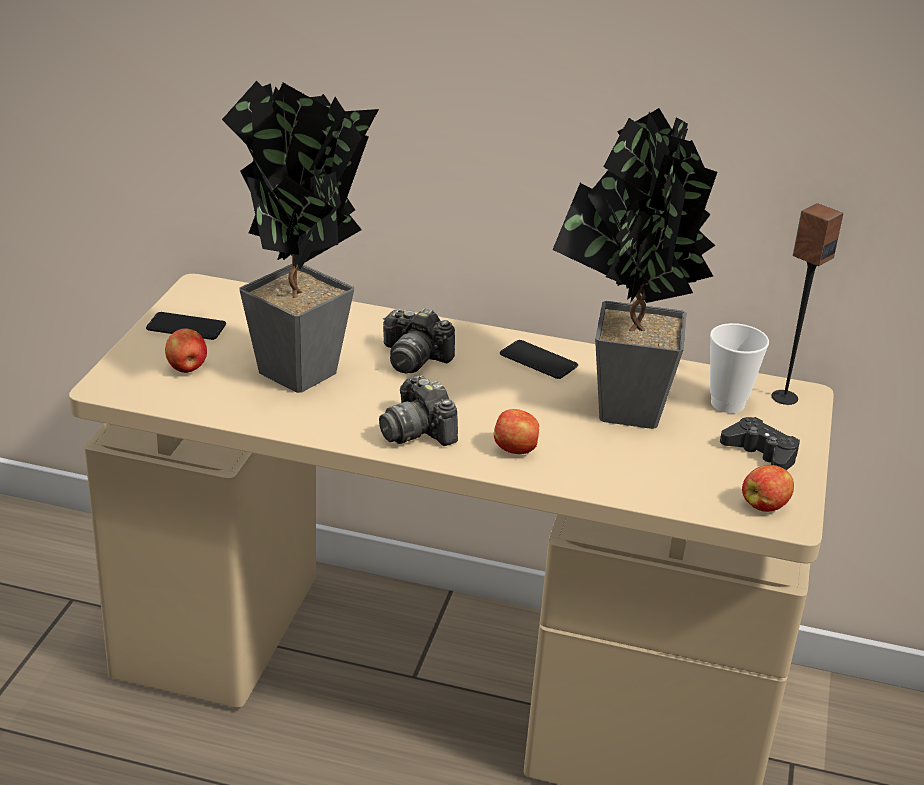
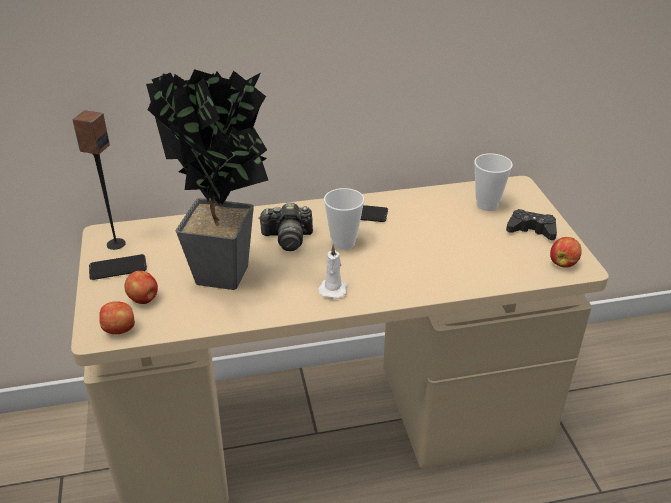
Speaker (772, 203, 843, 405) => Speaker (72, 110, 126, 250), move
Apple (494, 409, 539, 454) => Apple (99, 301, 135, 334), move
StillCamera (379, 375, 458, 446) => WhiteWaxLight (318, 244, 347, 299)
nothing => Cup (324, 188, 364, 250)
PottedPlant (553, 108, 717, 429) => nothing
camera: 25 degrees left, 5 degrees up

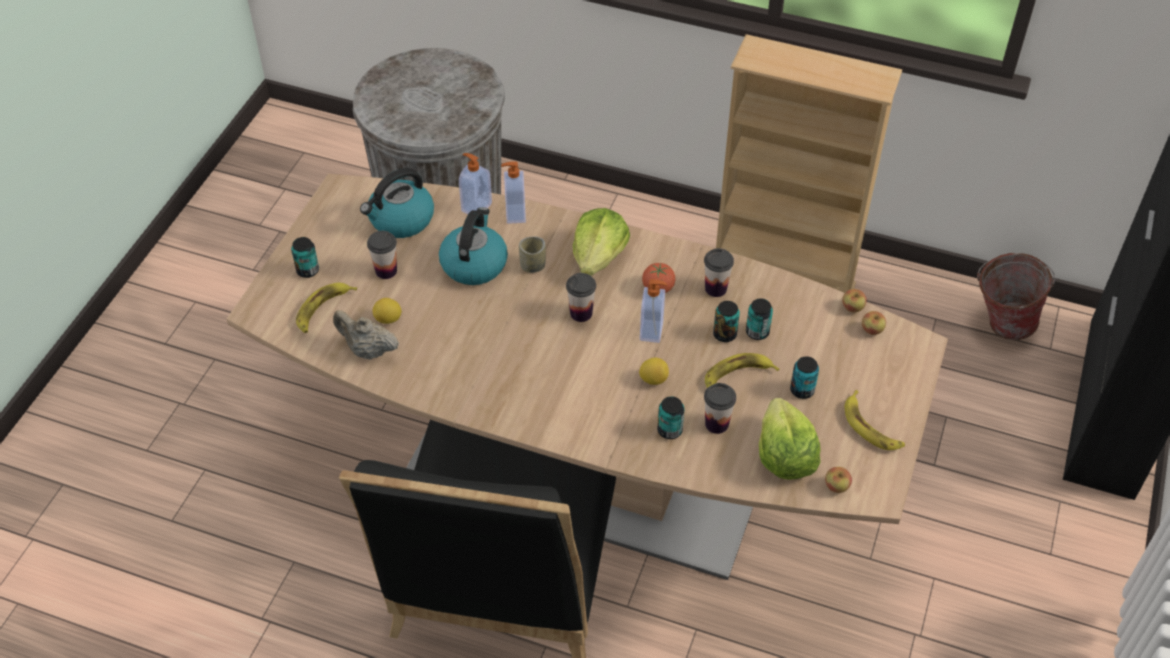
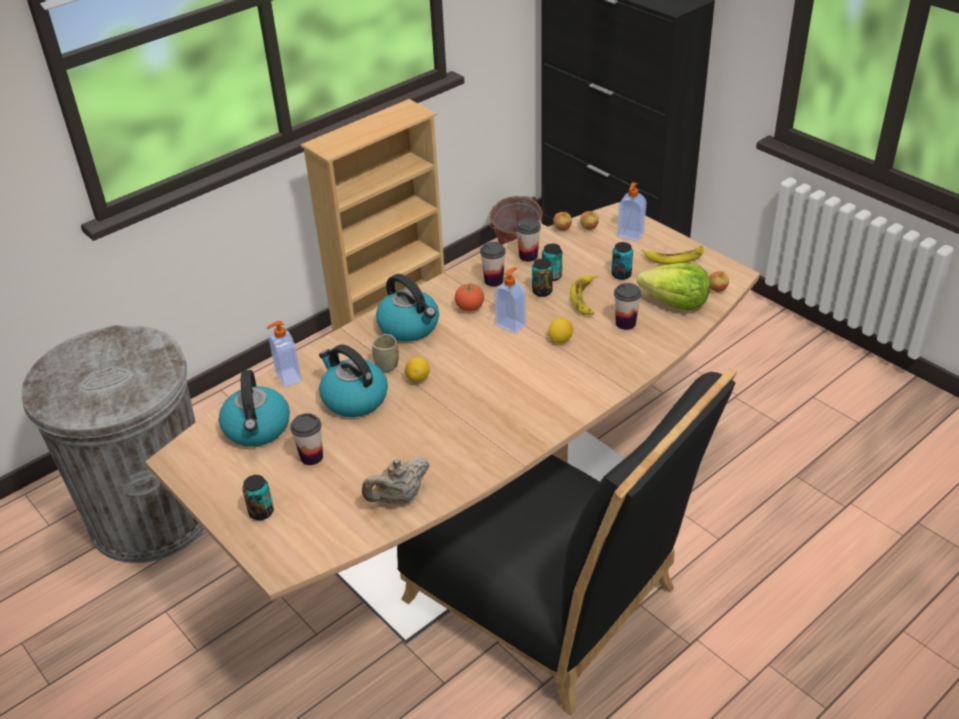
Lettuce (573, 208, 630, 276) => Kettle (376, 274, 439, 342)
CitrusFruit (372, 298, 402, 324) => CitrusFruit (405, 357, 430, 382), move
Cup (566, 273, 596, 322) => Cup (516, 218, 541, 262), move
SoapBottle (501, 161, 526, 224) => SoapBottle (617, 182, 647, 241), move
Banana (296, 283, 357, 333) => nothing
MetalCan (657, 396, 684, 439) => nothing
camera: 60 degrees left, 10 degrees down

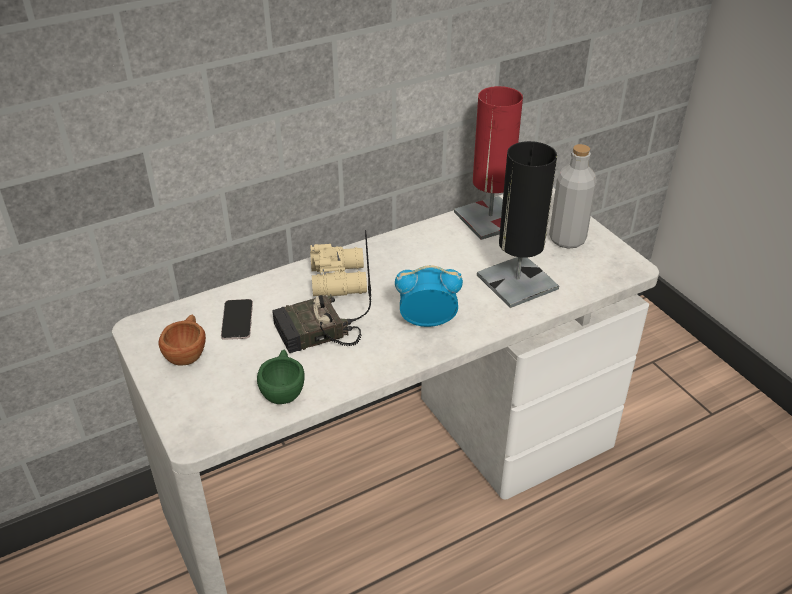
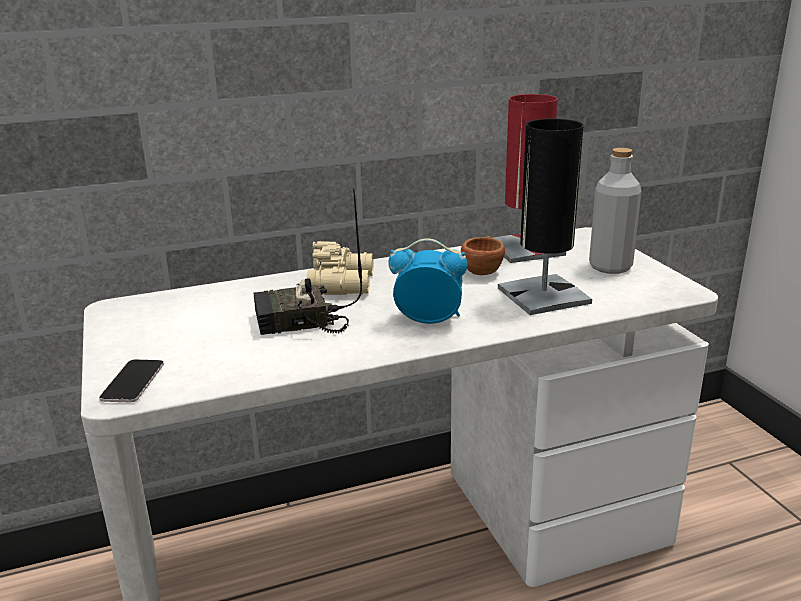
Telephone (221, 299, 253, 340) => Telephone (99, 359, 164, 402), move
BrownColouredCup (159, 315, 206, 365) => BrownColouredCup (461, 236, 505, 275), move
GreenColouredCup (257, 350, 305, 404) => nothing
camera: 10 degrees right, 15 degrees down

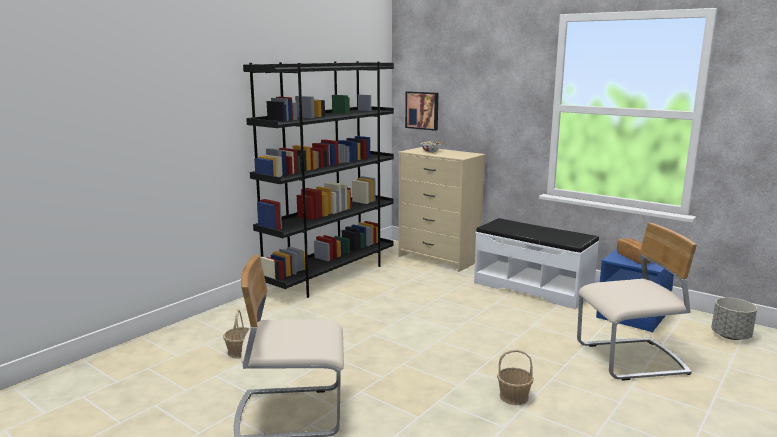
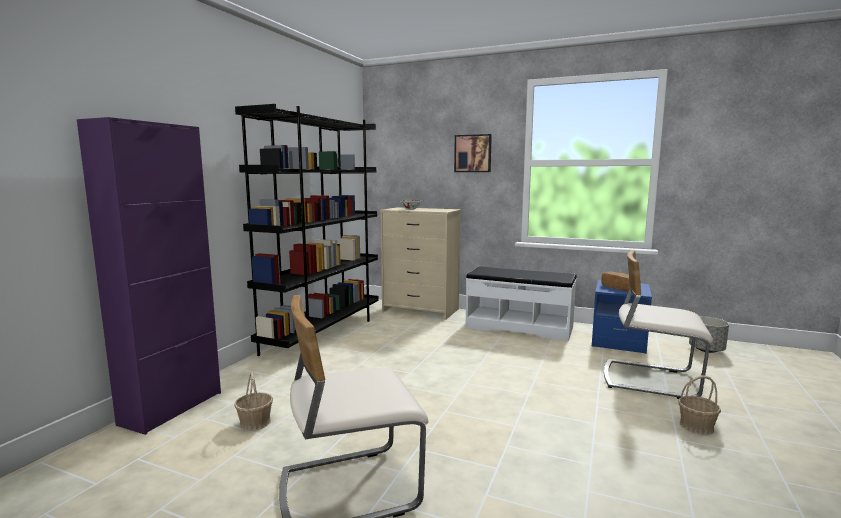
nothing => PurpleColouredCabinet (77, 117, 221, 435)
WallPicture (405, 91, 438, 131) => WallPicture (454, 134, 492, 172), move
BeigeUprightChair (577, 223, 697, 381) => BeigeUprightChair (604, 250, 713, 399), 135 degrees counterclockwise
Basket (497, 349, 534, 405) => Basket (678, 375, 721, 435), move
camera: 15 degrees left, 5 degrees down

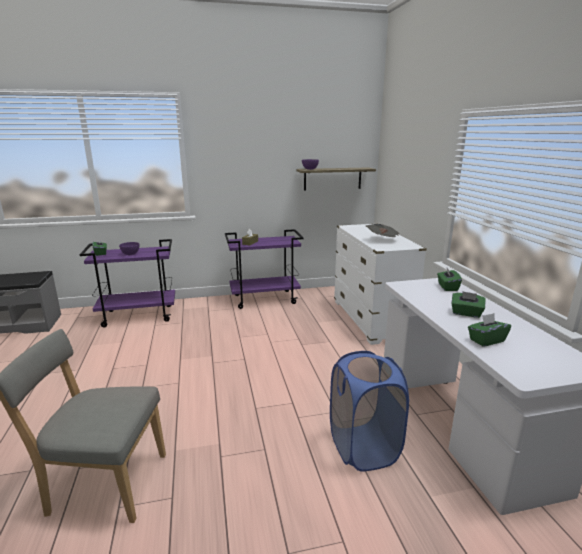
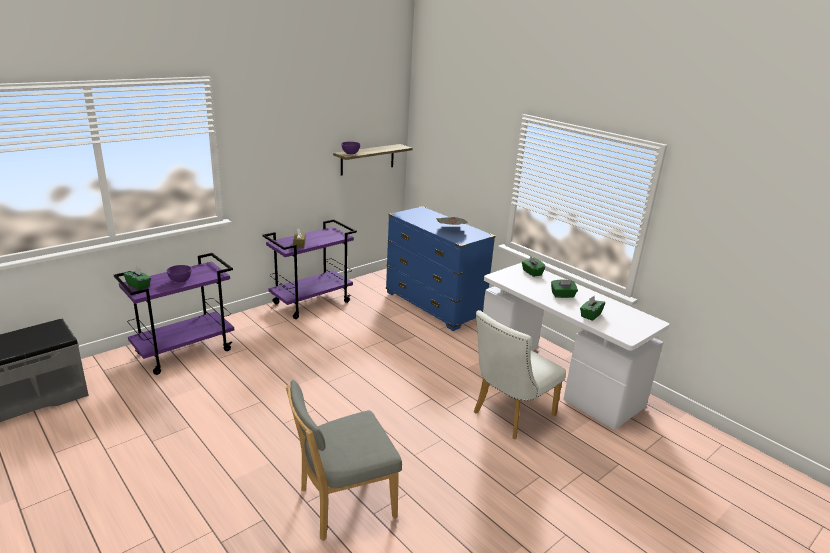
WhiteChestOfDrawers (334, 223, 427, 345) => BlueChestOfDrawers (386, 206, 495, 331)
BlueWashingBasket (330, 351, 409, 472) => WhiteUprightChair (474, 310, 566, 439)
camera: 30 degrees left, 5 degrees up

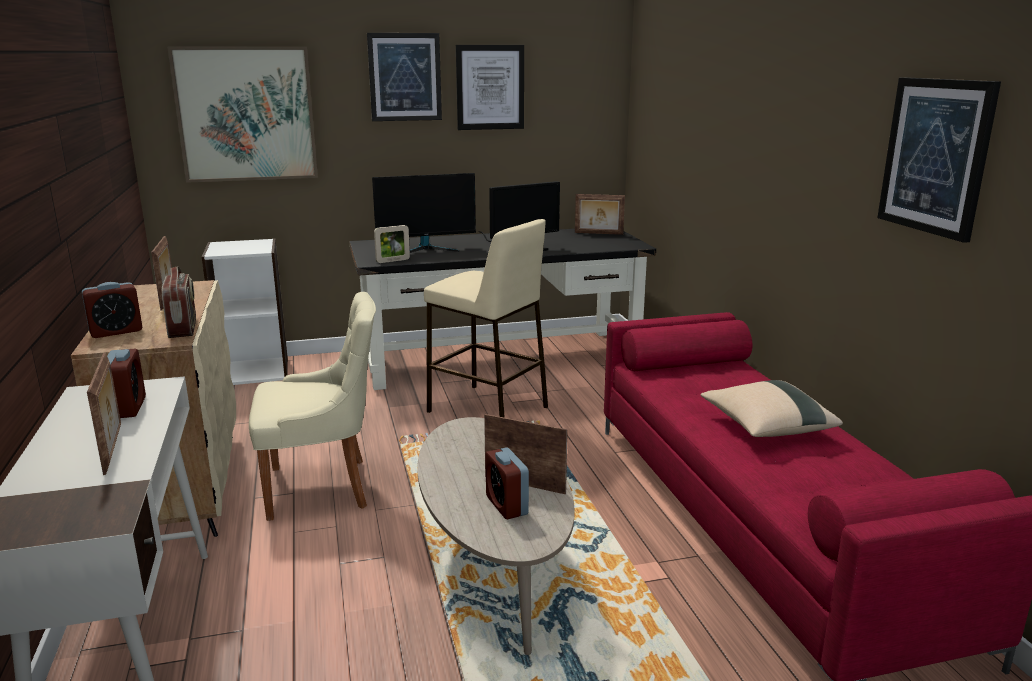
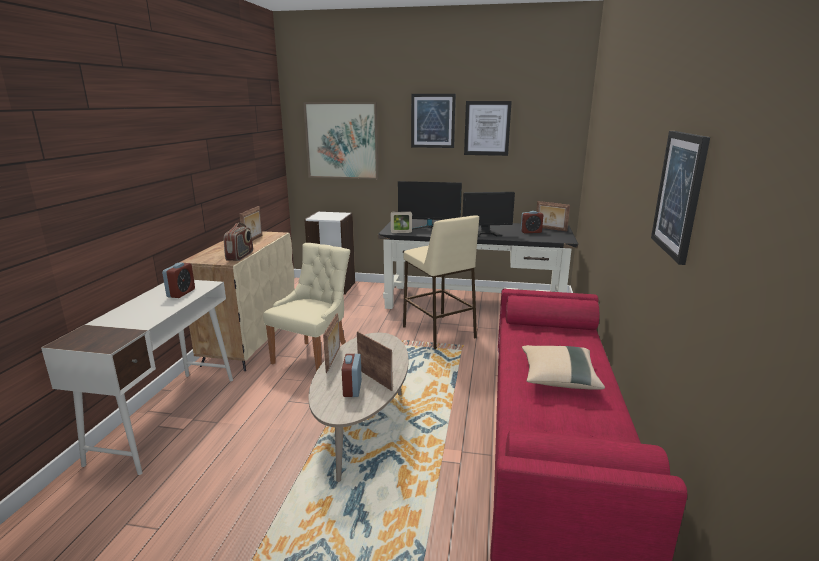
BeigeUprightChair (249, 292, 376, 521) => BeigeUprightChair (263, 243, 350, 372), 75 degrees counterclockwise
PictureFrame (87, 353, 121, 475) => PictureFrame (323, 313, 340, 373), move
AlarmClock (82, 282, 142, 338) => AlarmClock (521, 211, 543, 233), move
camera: 25 degrees right, 0 degrees up

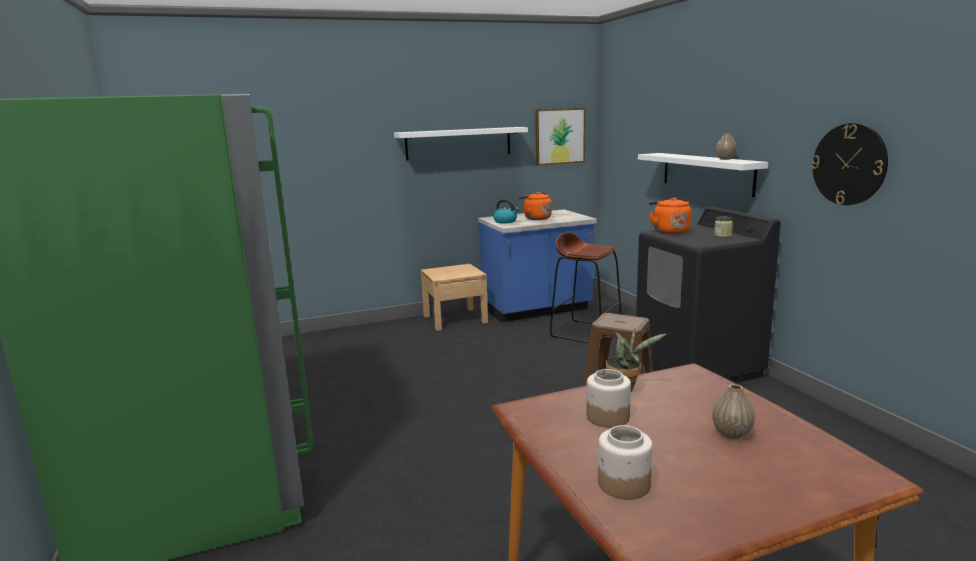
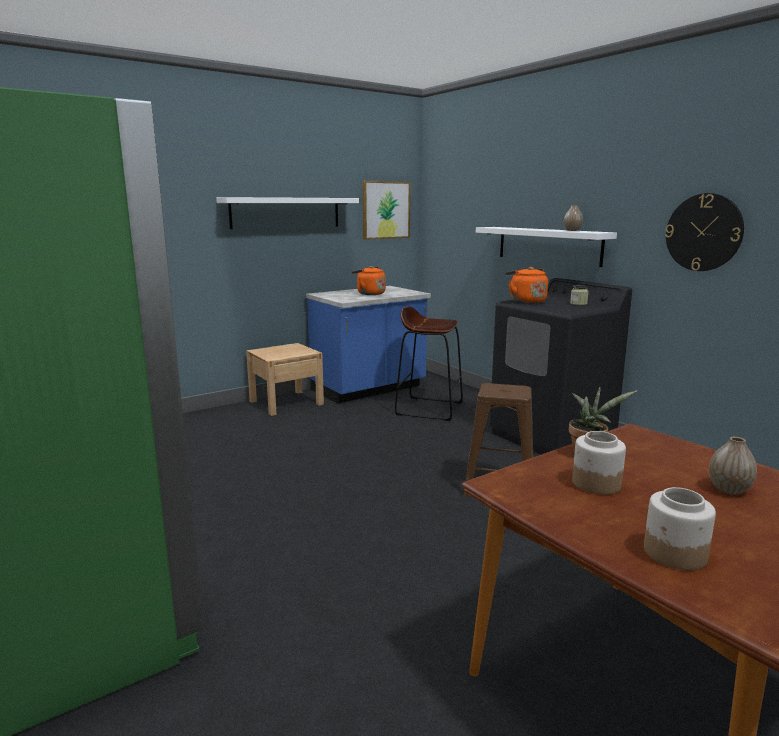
Kettle (493, 199, 519, 224) => nothing
camera: 15 degrees left, 0 degrees up

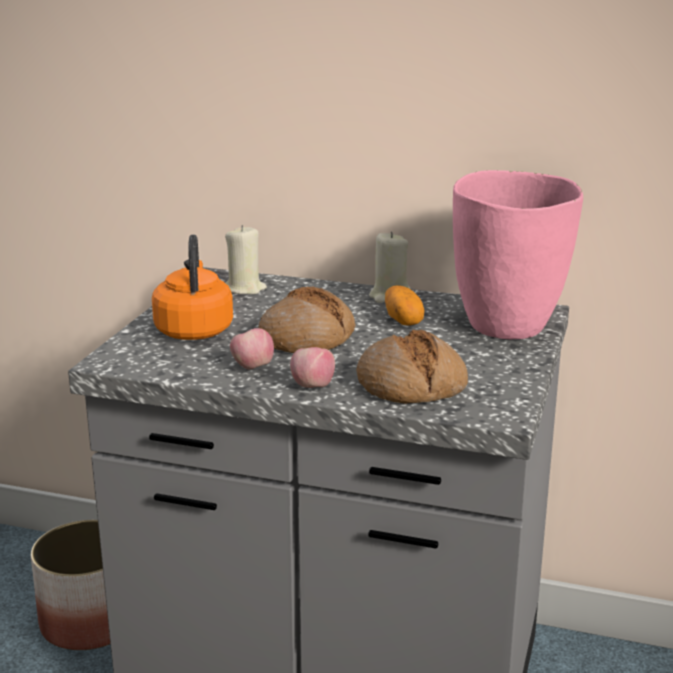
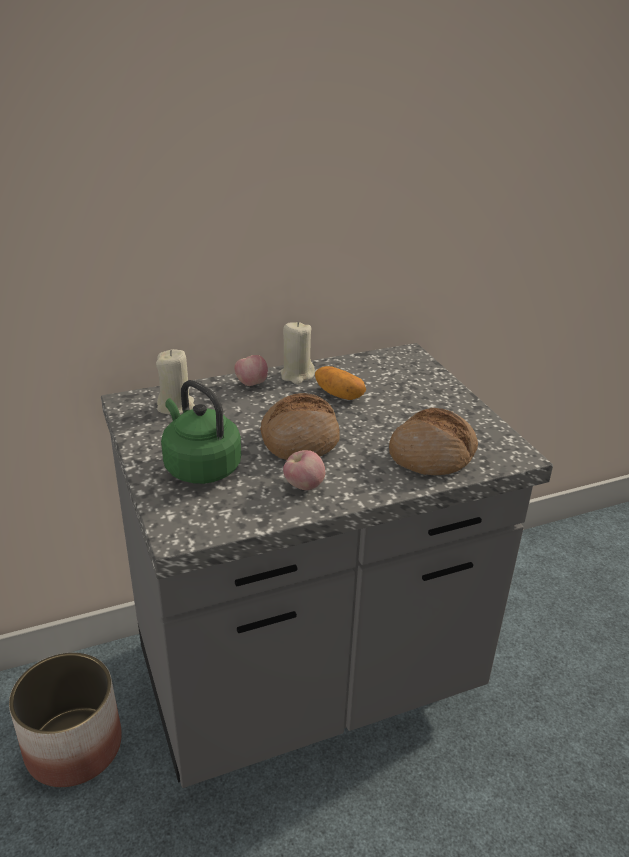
OrangeColouredKettle (152, 235, 233, 340) => GreenColouredKettle (161, 380, 241, 484)
Apple (290, 347, 335, 388) => Apple (234, 355, 268, 386), move
PinkDecorativeVase (453, 170, 583, 339) => nothing
camera: 40 degrees left, 10 degrees up

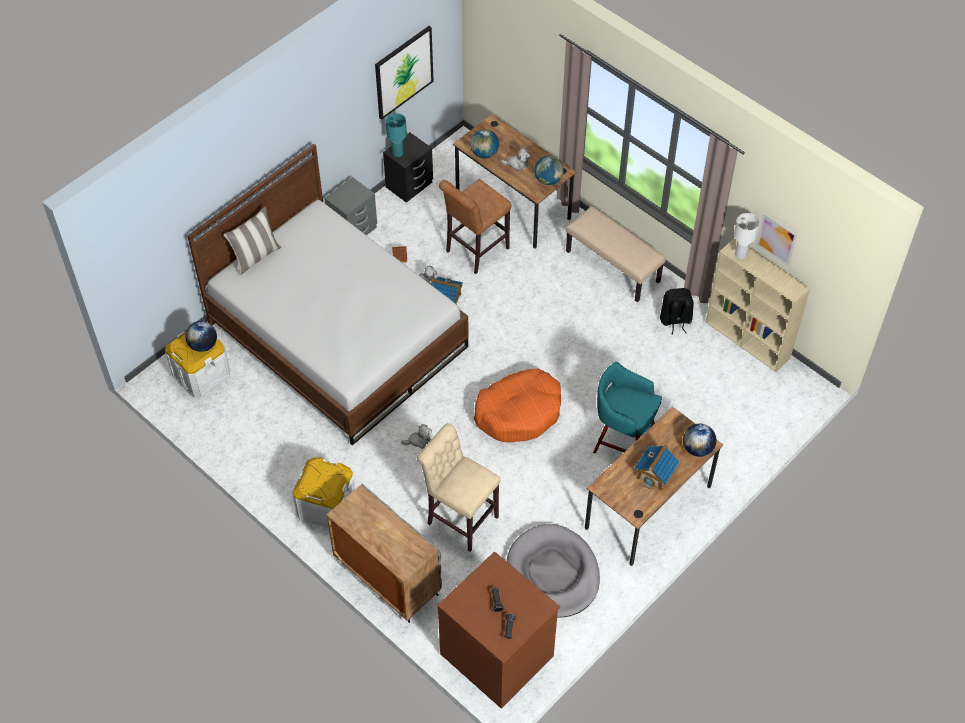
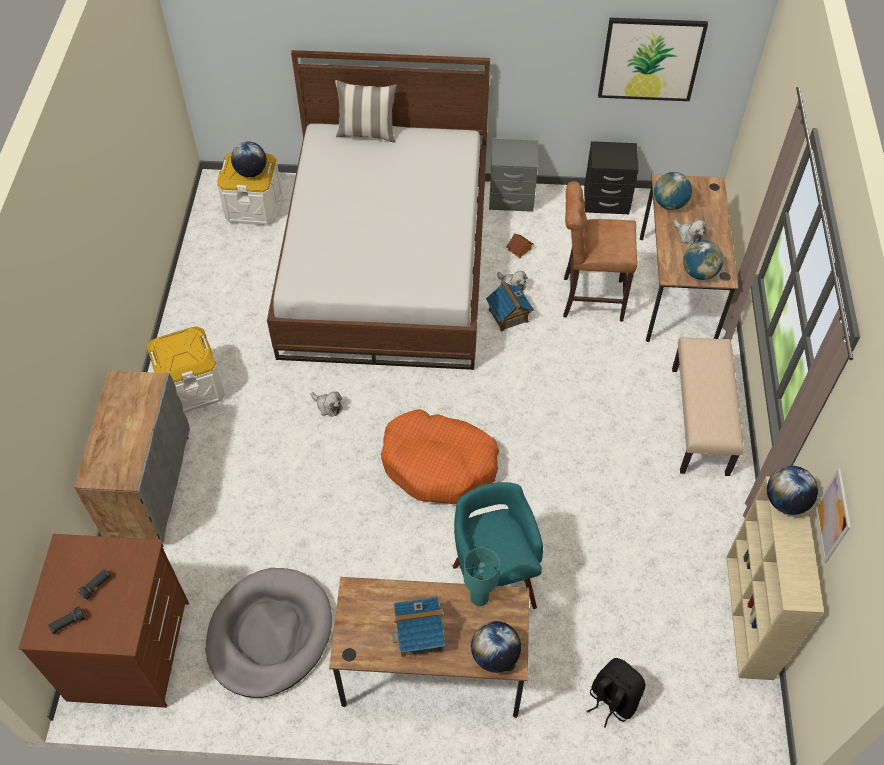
TurquoiseLampForATable (385, 113, 407, 157) => TurquoiseLampForATable (464, 548, 500, 606), move
BlackRucksack (660, 288, 694, 335) => BlackRucksack (587, 658, 646, 728), move
WhiteLampForATable (734, 213, 760, 259) => WorldGlobe (767, 466, 818, 515)
BeigeSittingStool (417, 423, 501, 552) => nothing
camera: 50 degrees right, 0 degrees up

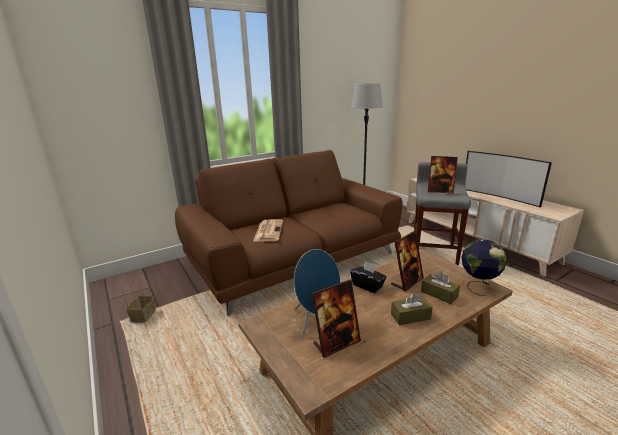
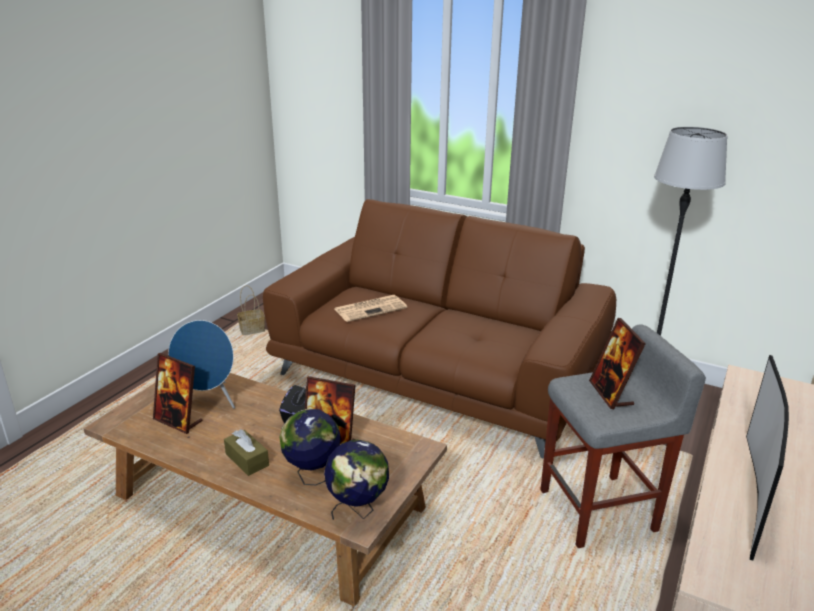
BrownColouredTissueHolder (421, 271, 460, 304) => WorldGlobe (279, 408, 340, 485)
camera: 60 degrees right, 5 degrees up

